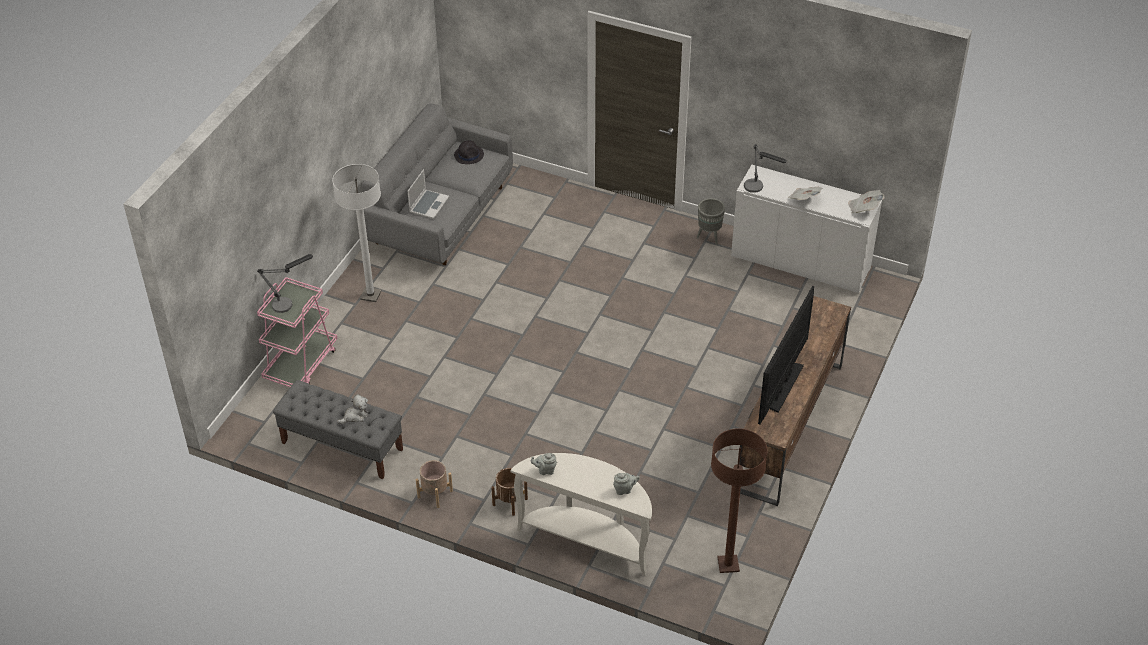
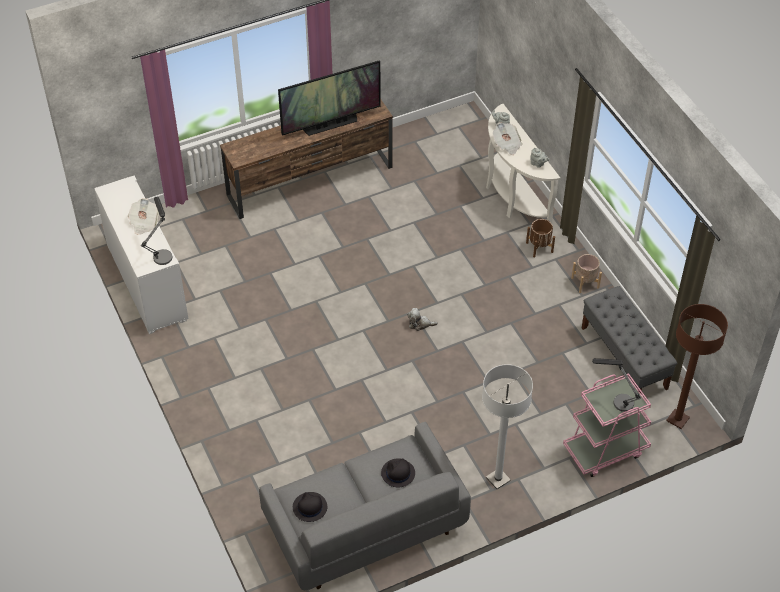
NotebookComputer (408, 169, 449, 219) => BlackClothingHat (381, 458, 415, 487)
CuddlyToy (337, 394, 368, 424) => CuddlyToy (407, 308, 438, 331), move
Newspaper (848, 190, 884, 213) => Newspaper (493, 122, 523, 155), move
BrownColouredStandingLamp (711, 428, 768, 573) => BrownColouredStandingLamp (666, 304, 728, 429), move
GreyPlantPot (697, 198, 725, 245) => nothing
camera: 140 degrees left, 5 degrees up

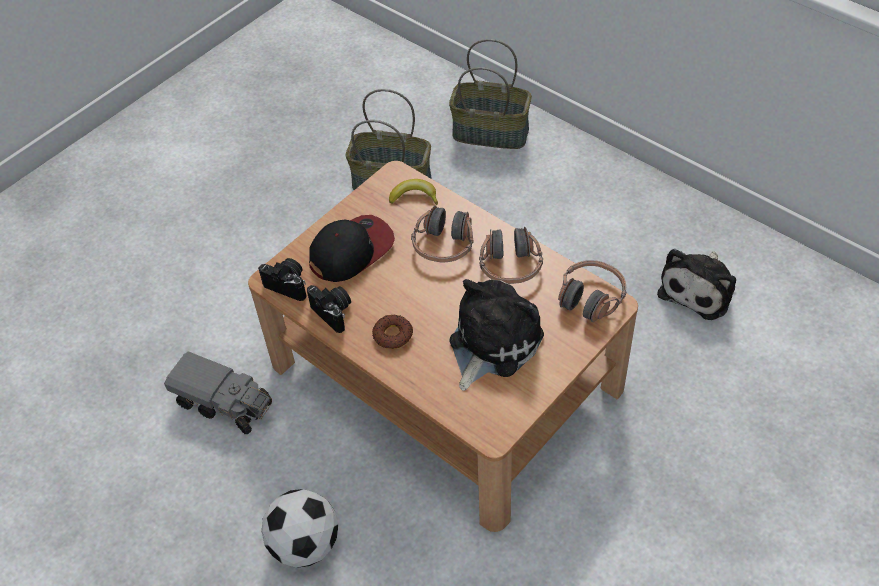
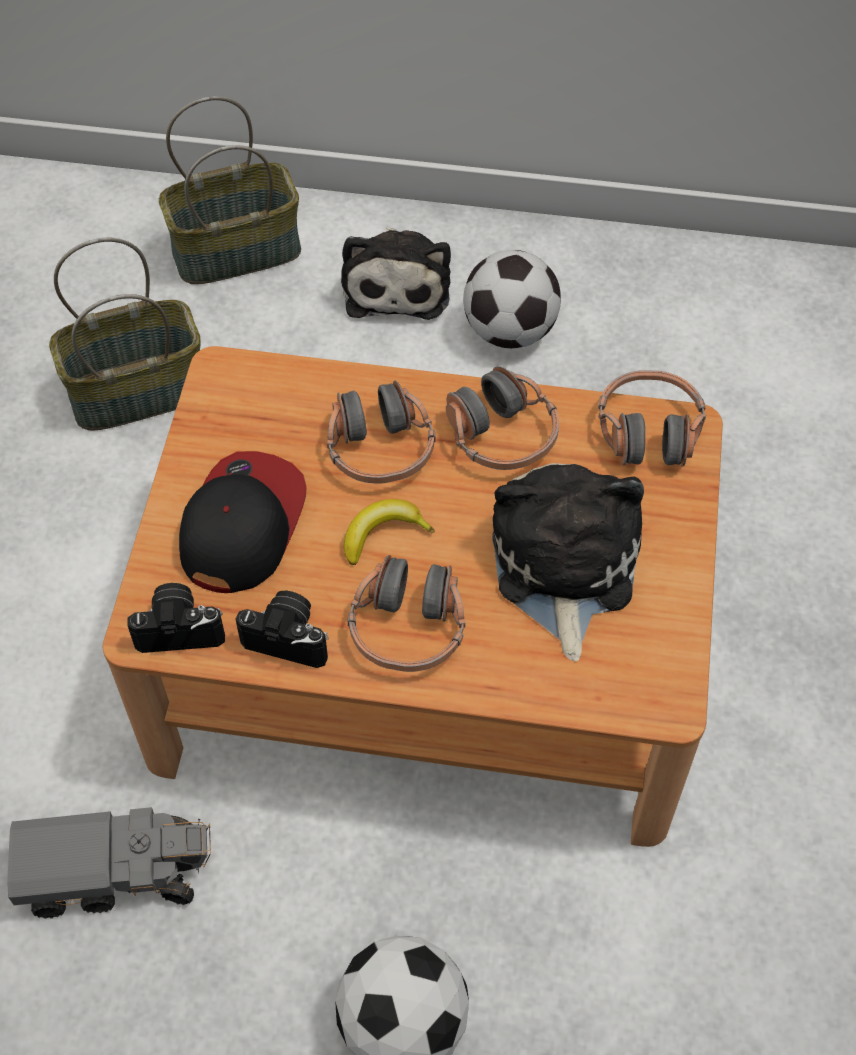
CuddlyToy (657, 249, 736, 320) => CuddlyToy (341, 227, 451, 320), move
Banana (389, 179, 438, 205) => Banana (344, 499, 435, 565), move
Donut (372, 315, 413, 349) => Headphones (348, 555, 465, 672)
nothing => BallForFootball (463, 250, 561, 348)
camera: 35 degrees left, 5 degrees up

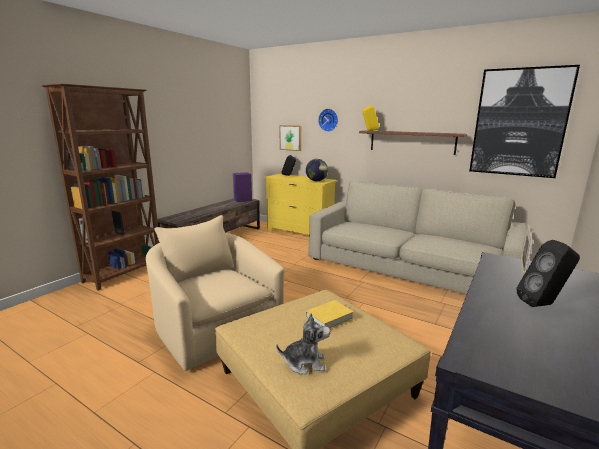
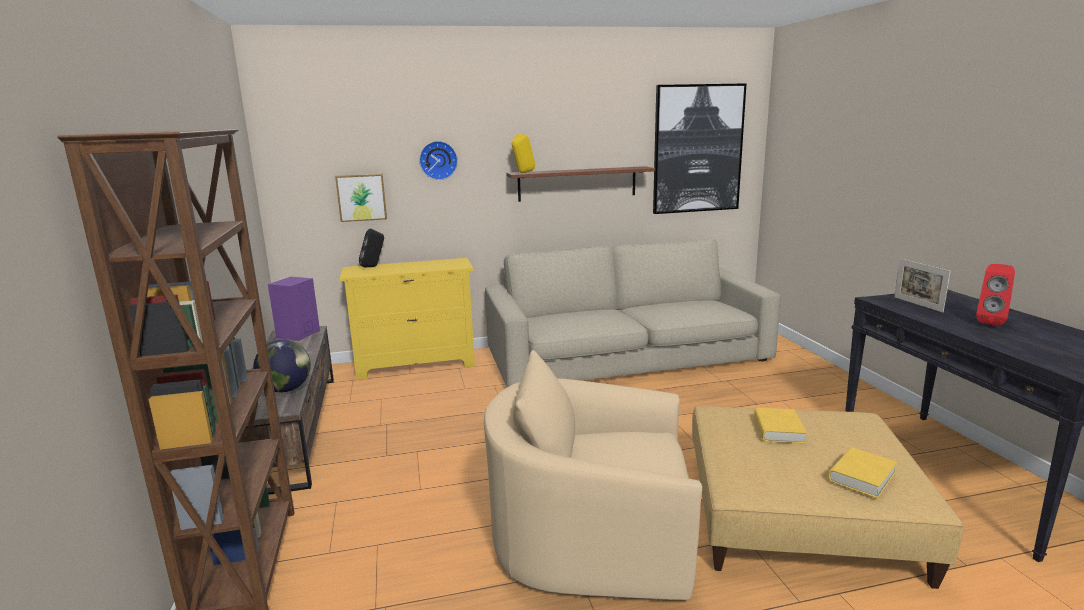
WorldGlobe (306, 159, 328, 181) => WorldGlobe (253, 339, 311, 392), move
CuddlyToy (276, 313, 330, 375) => YellowColouredVolume (828, 447, 897, 498)
BlackSpeaker (517, 240, 580, 307) => ReddishSpeaker (976, 264, 1015, 326)
camera: 45 degrees left, 0 degrees up

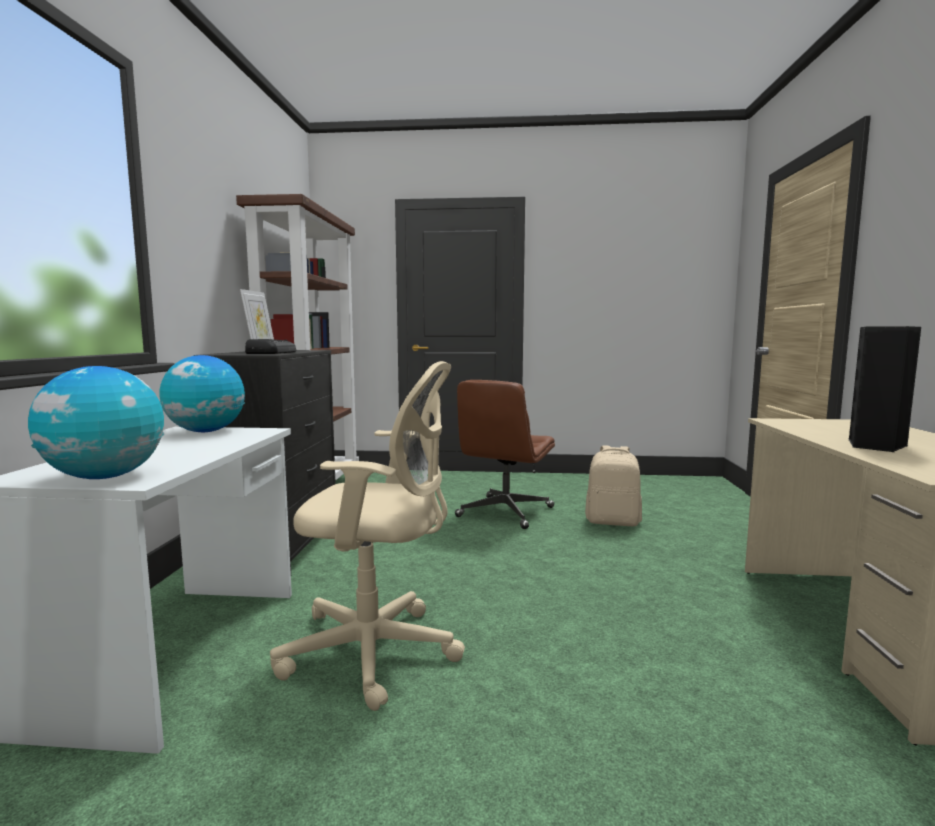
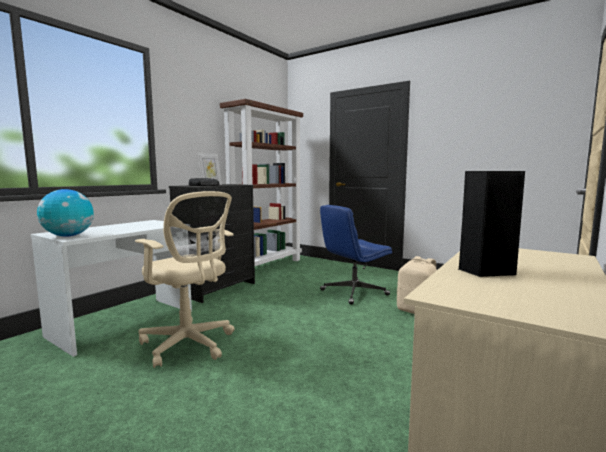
BrownColouredComputerChair (455, 380, 555, 529) => BlueComputerChair (320, 205, 392, 305)
WorldGlobe (159, 355, 245, 432) => nothing
camera: 30 degrees right, 0 degrees up

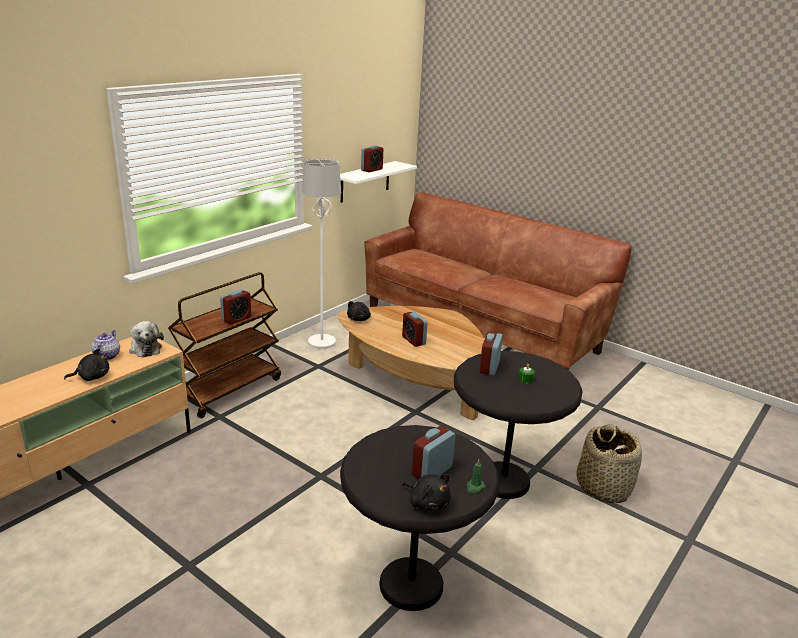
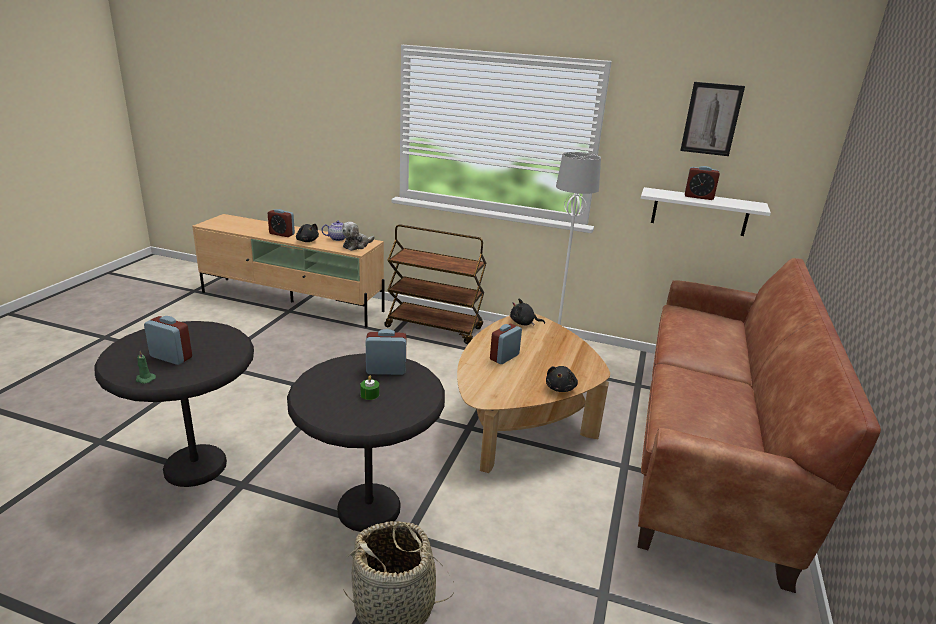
AlarmClock (220, 289, 251, 325) => AlarmClock (268, 209, 295, 237), move
BlackCuddlyToy (402, 474, 451, 511) => BlackCuddlyToy (546, 366, 578, 392), move
nothing => WallPicture (680, 82, 745, 156)
camera: 70 degrees right, 0 degrees up

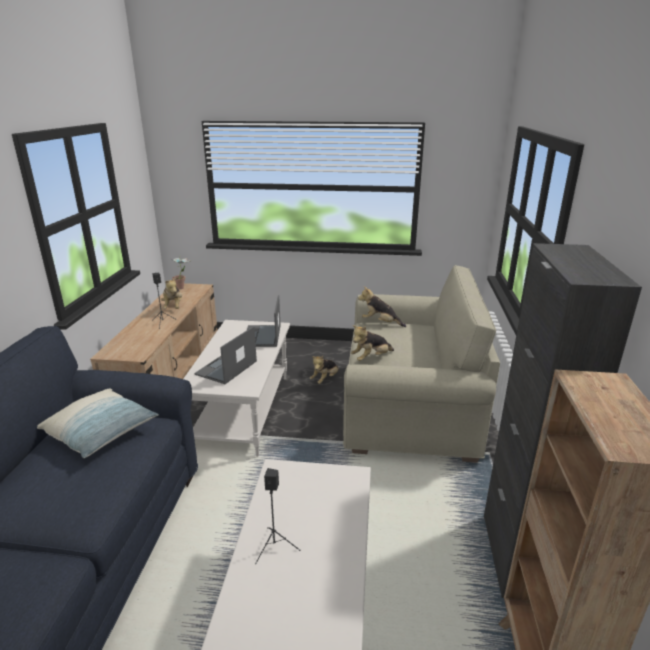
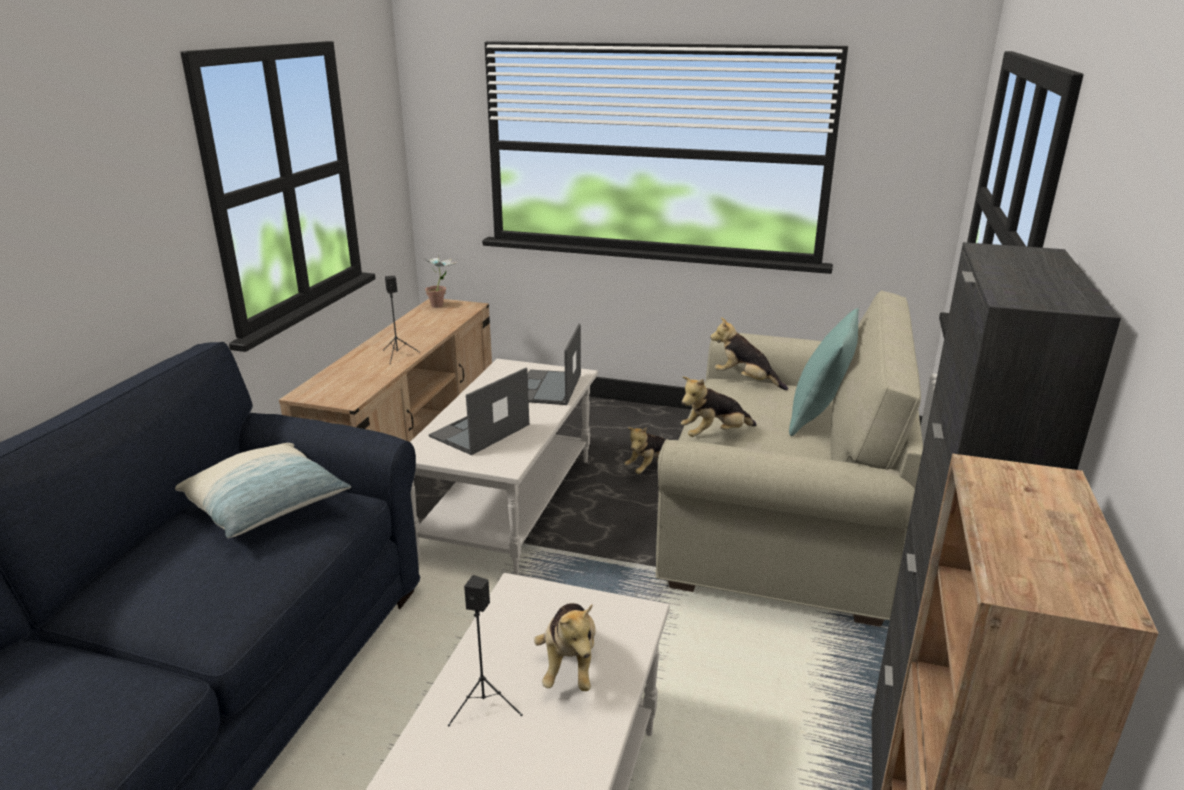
CuddlyToy (161, 277, 182, 309) => CuddlyToy (534, 603, 596, 691), move
nothing => TurquoisePillow (789, 308, 859, 436)
camera: 10 degrees right, 0 degrees up

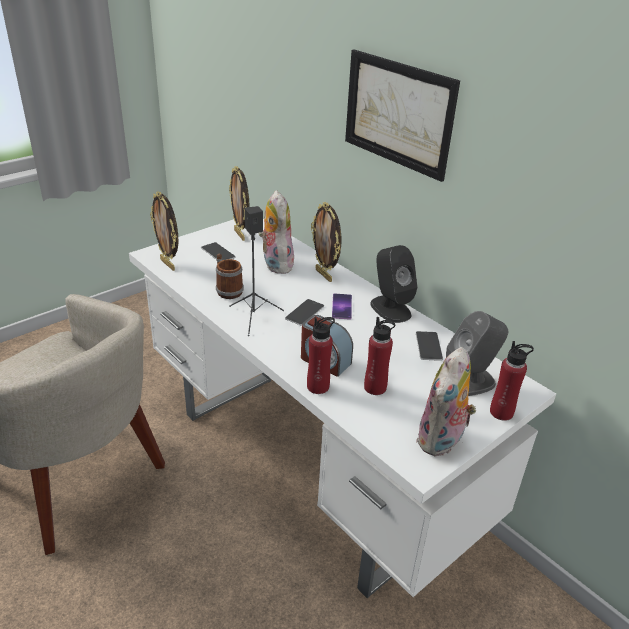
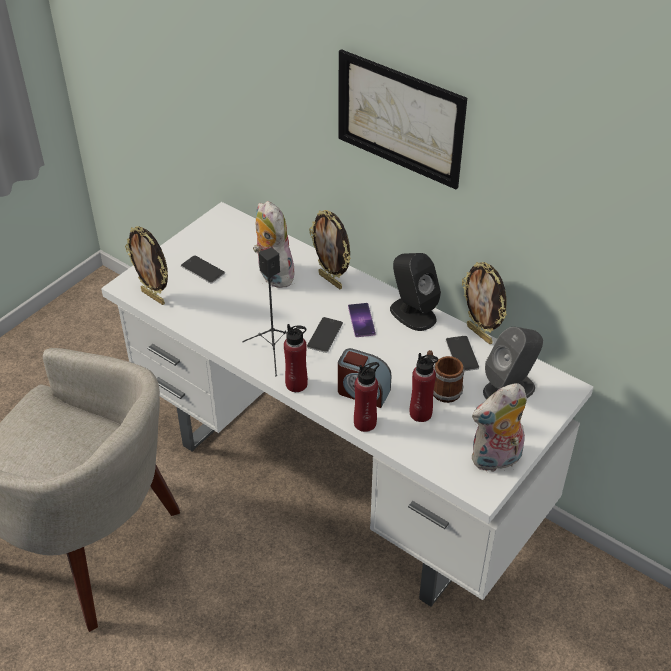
ReddishDrinkBottle (490, 341, 534, 421) => ReddishDrinkBottle (284, 324, 308, 392), move
CoffeeMug (216, 253, 244, 299) => CoffeeMug (426, 350, 465, 403), move
PictureFrame (229, 166, 250, 241) => PictureFrame (462, 262, 507, 344), move
CuddlyToy (416, 347, 476, 457) => CuddlyToy (472, 383, 527, 473), 45 degrees clockwise
camera: 10 degrees left, 10 degrees up

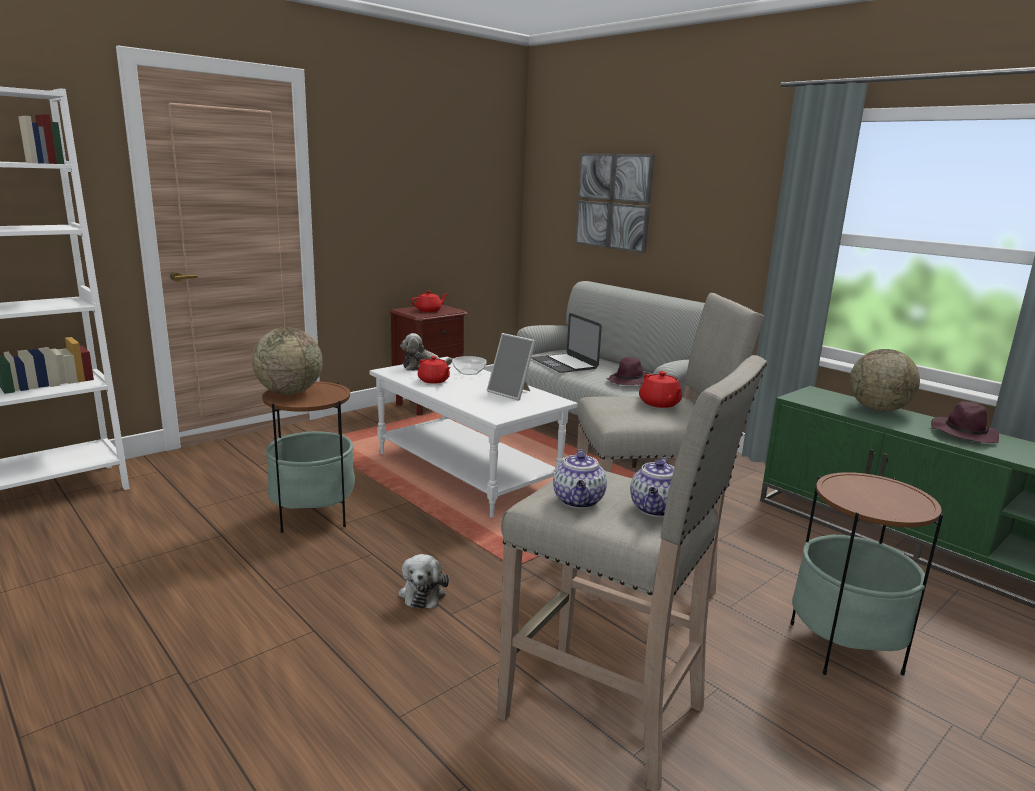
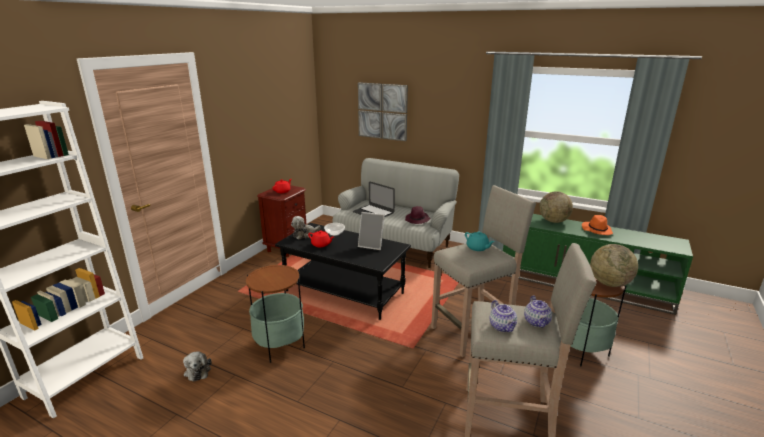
CuddlyToy (399, 554, 449, 609) => CuddlyToy (183, 351, 212, 382), move
WhiteCoffeeTable (369, 357, 578, 517) => BlackCoffeeTable (275, 223, 411, 320)
ReddishTeapot (639, 371, 682, 408) => TurquoiseTeapot (465, 232, 494, 251)
PurpleColouredClothingHat (931, 401, 999, 443) => OrangeColouredClothingHat (582, 215, 613, 235)
WorldGlobe (252, 327, 322, 395) => WorldGlobe (590, 244, 638, 287), move
camera: 20 degrees left, 5 degrees up

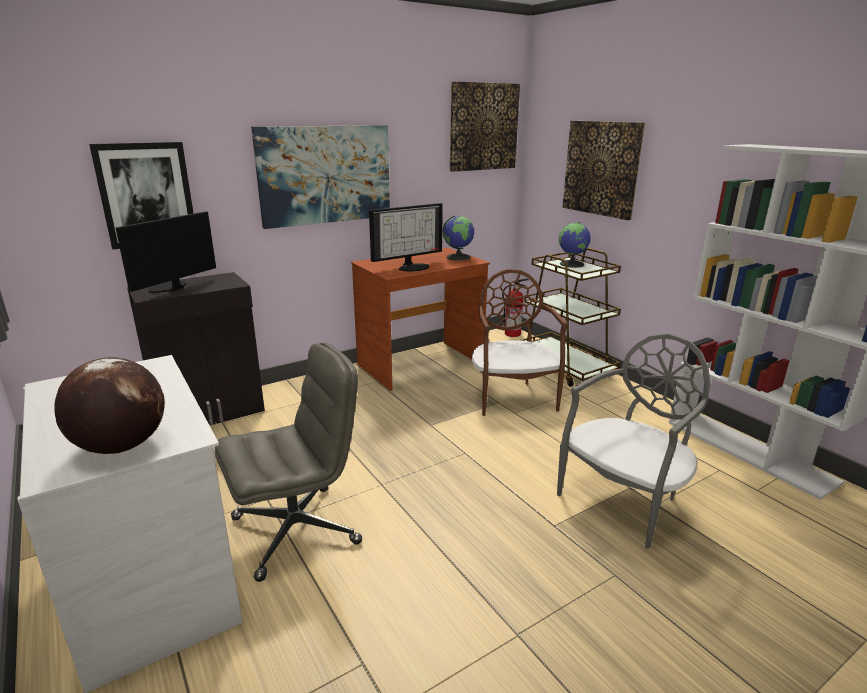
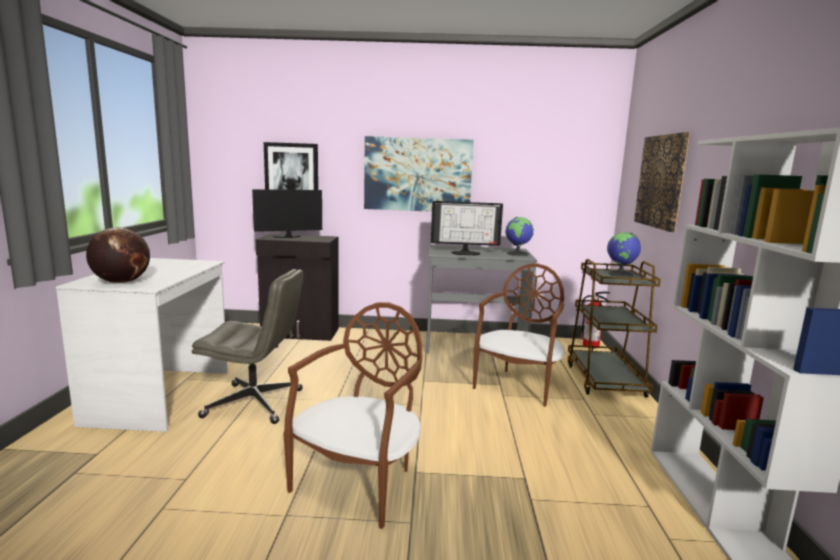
nothing => BrownColouredUprightChair (283, 302, 422, 529)
BrownColouredDesk (351, 248, 490, 391) => GreyDesk (426, 245, 537, 354)
WallPicture (450, 82, 520, 172) => nothing
GreyUprightChair (557, 333, 711, 549) => nothing
camera: 35 degrees right, 10 degrees down

